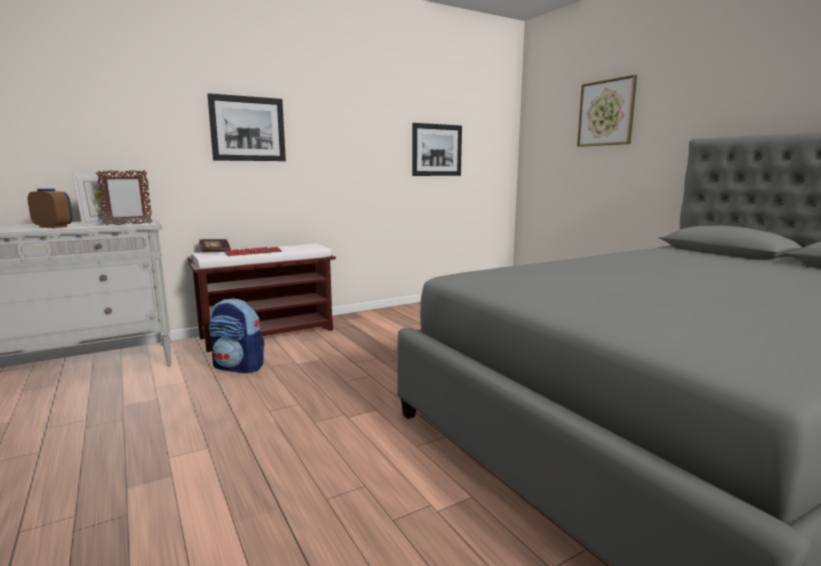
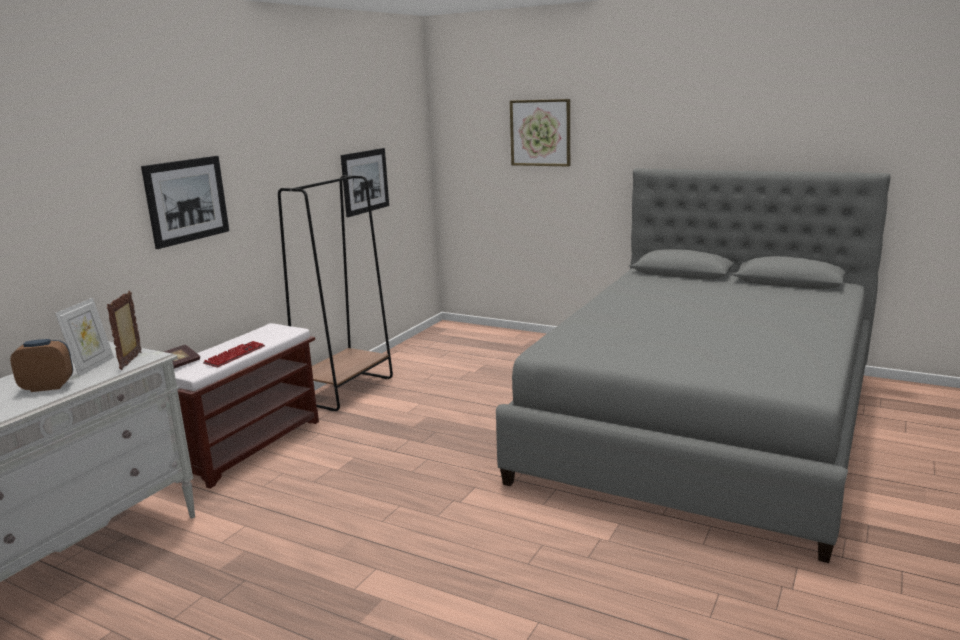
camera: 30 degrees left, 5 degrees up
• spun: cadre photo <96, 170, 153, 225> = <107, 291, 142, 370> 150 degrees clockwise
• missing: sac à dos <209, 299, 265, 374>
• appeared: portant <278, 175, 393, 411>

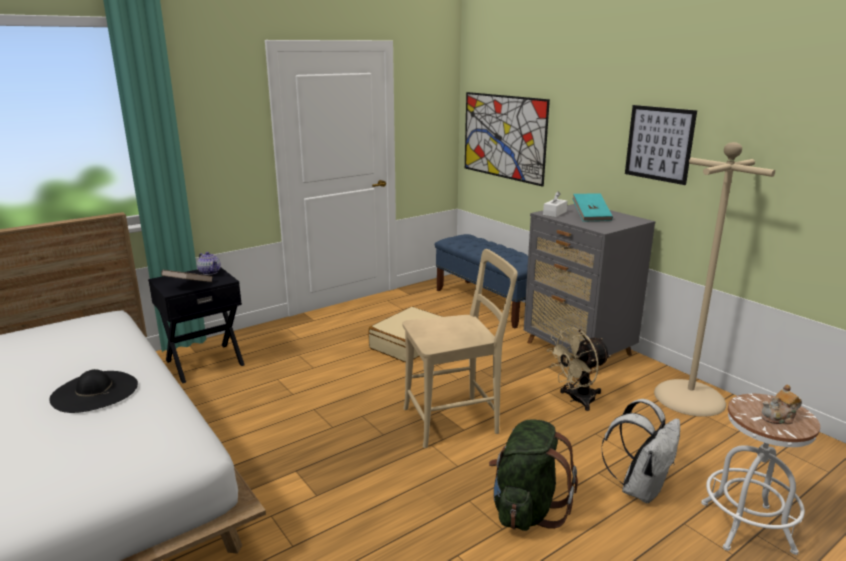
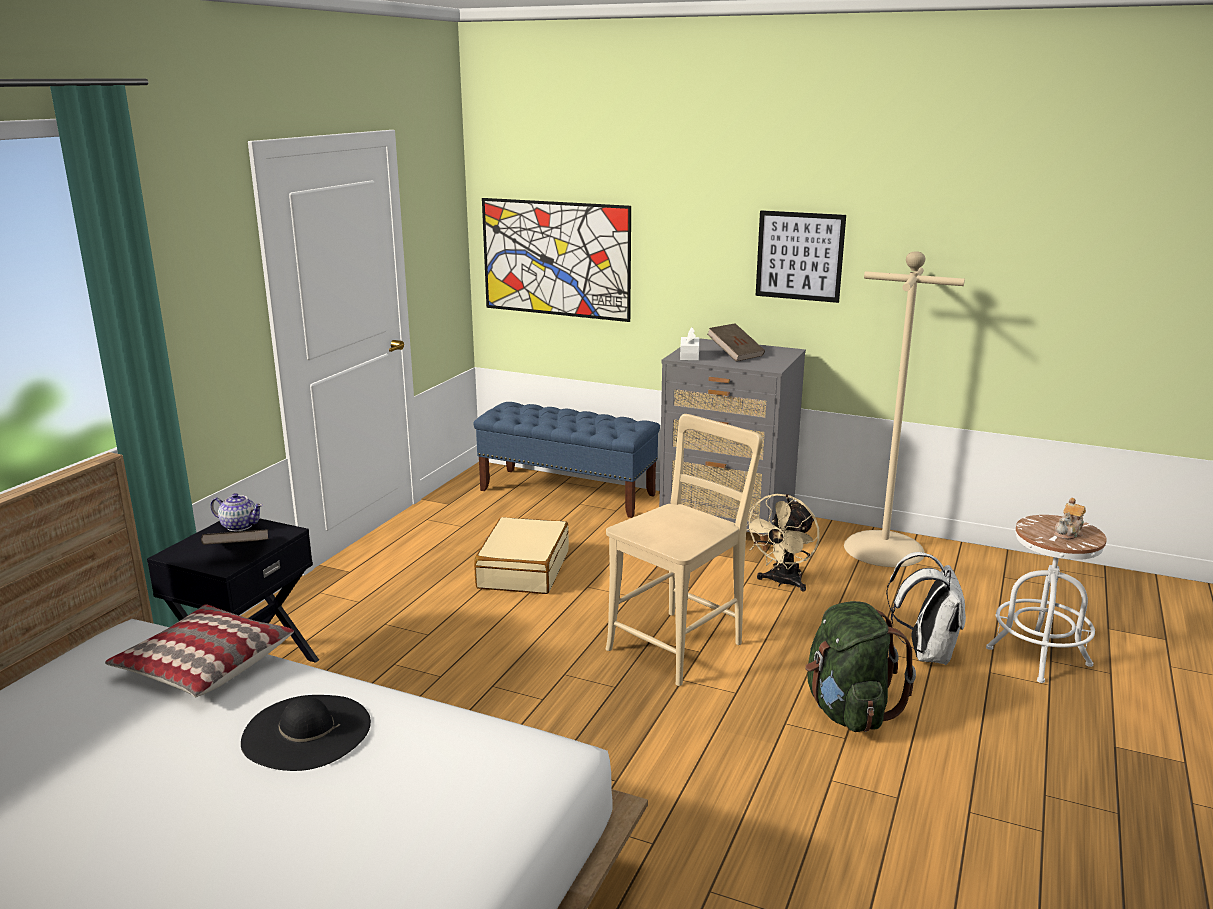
camera: 30 degrees left, 0 degrees up
• colour: livre [turquoise] <572, 193, 613, 222> to livre [marron] <707, 323, 765, 362>
• appeared: coussin <105, 605, 294, 697>

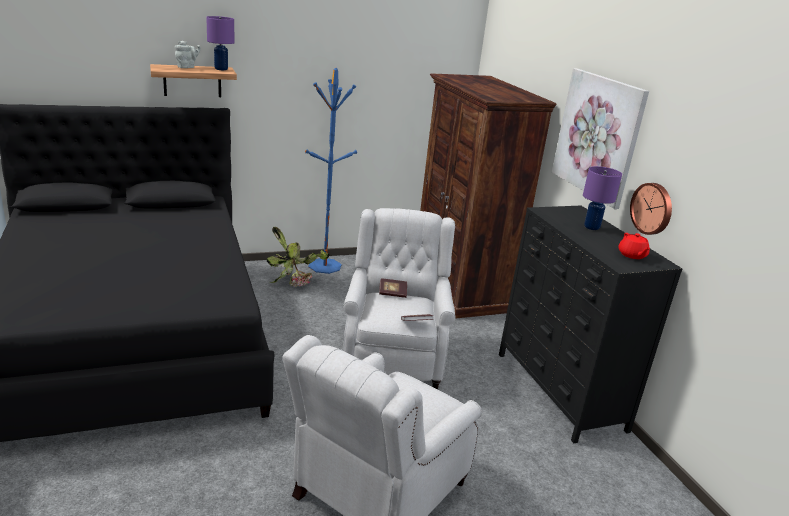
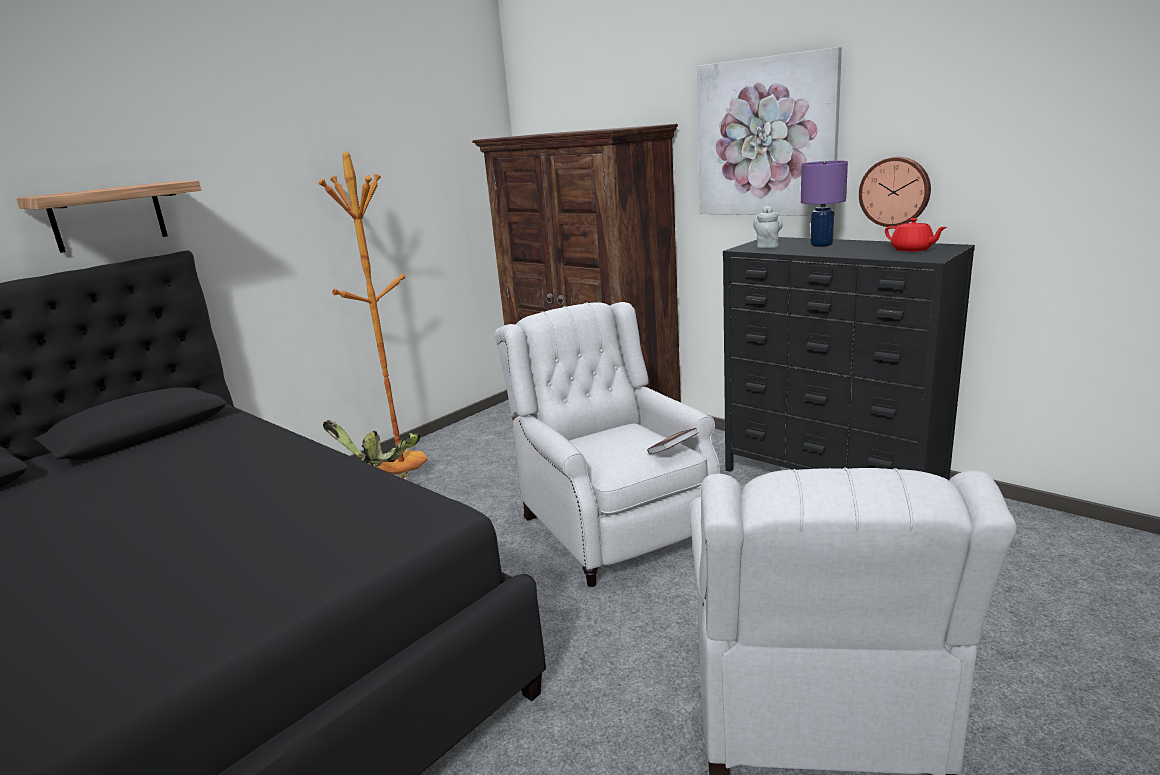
camera: 25 degrees left, 5 degrees down
• missing: lampe de table [violet] <206, 16, 234, 70>
• relocated: théière [gris] <175, 41, 201, 68> to <753, 206, 783, 249>
• colour: portant [bleu] <305, 68, 357, 274> to portant [orange] <319, 152, 428, 474>
• missing: livre <379, 278, 407, 298>

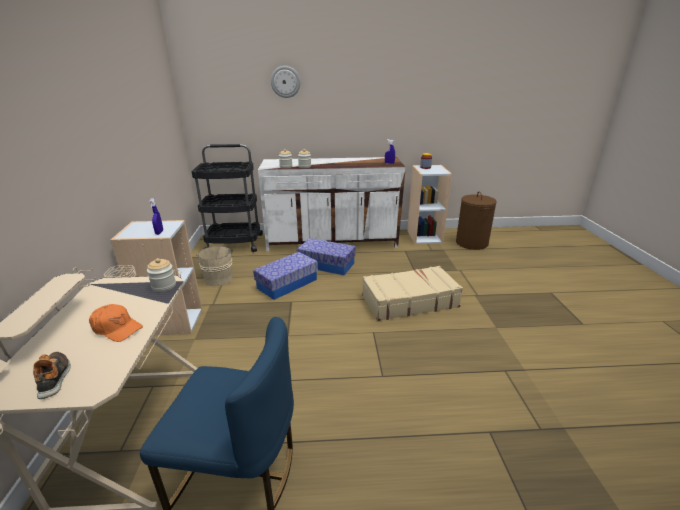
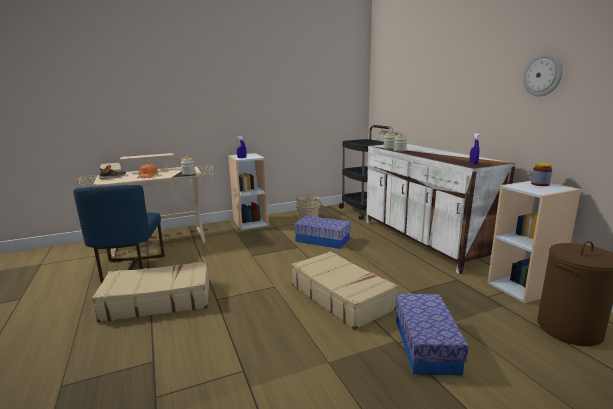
camera: 70 degrees right, 10 degrees down
• relocated: horloge murale <271, 66, 300, 98> to <523, 53, 563, 96>
• relocated: boîte de rangement <297, 238, 356, 275> to <396, 294, 469, 375>
• appeared: valise [beige] <92, 261, 209, 322>

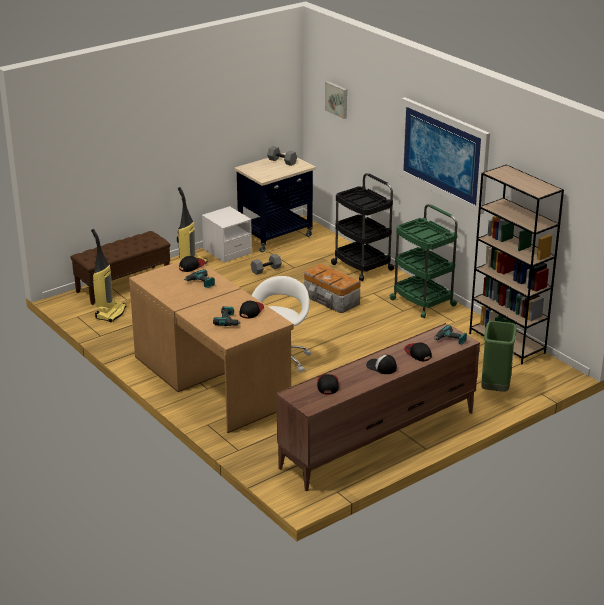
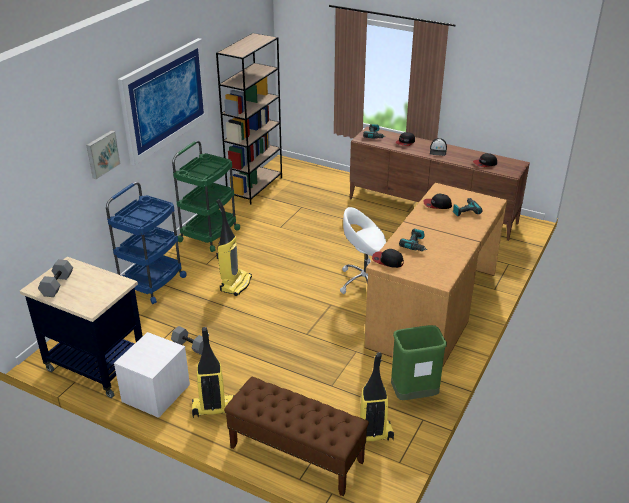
camera: 115 degrees left, 5 degrees up
• relocated: tableau <325, 81, 347, 119> to <86, 130, 120, 179>
• colour: chariot [noir] <331, 173, 395, 281> to chariot [bleu] <106, 182, 187, 304>
• exchanged: boîte de rangement <304, 263, 361, 313> to aspirateur <216, 199, 252, 296>
• relocated: poubelle [vert] <481, 321, 517, 392> to <391, 325, 447, 400>

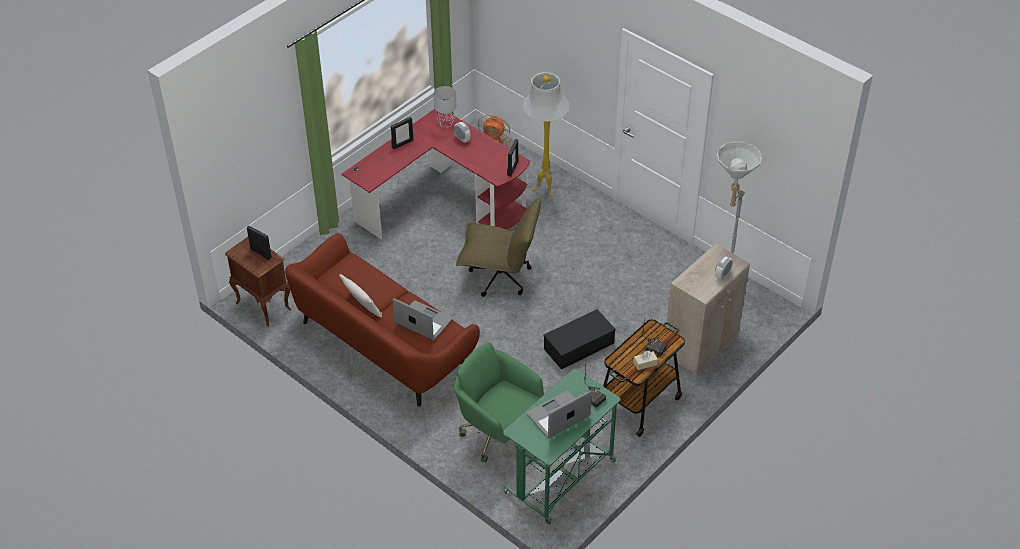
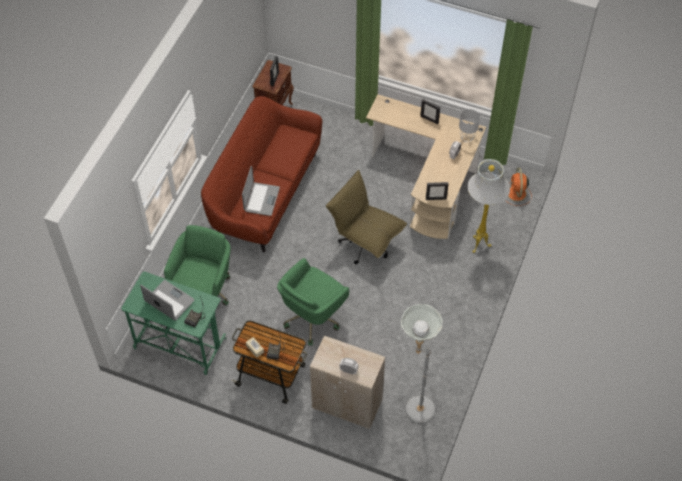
camera: 70 degrees right, 10 degrees up
• colour: bureau [rouge] <341, 109, 530, 239> to bureau [beige] <366, 94, 486, 239>
• spun: chaise de bureau [beige] <456, 197, 541, 297> = <326, 170, 407, 264> 135 degrees clockwise
• missing: coussin [blanc] <339, 274, 382, 318>
• exchanged: boîte de rangement [noir] <543, 309, 616, 370> to chaise de bureau [vert] <277, 258, 349, 345>

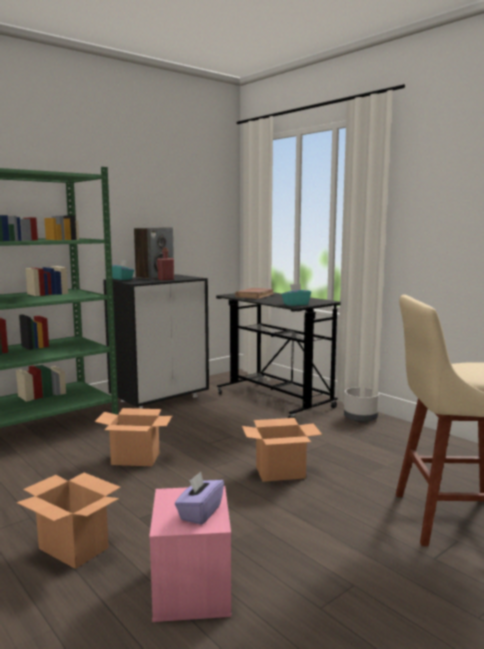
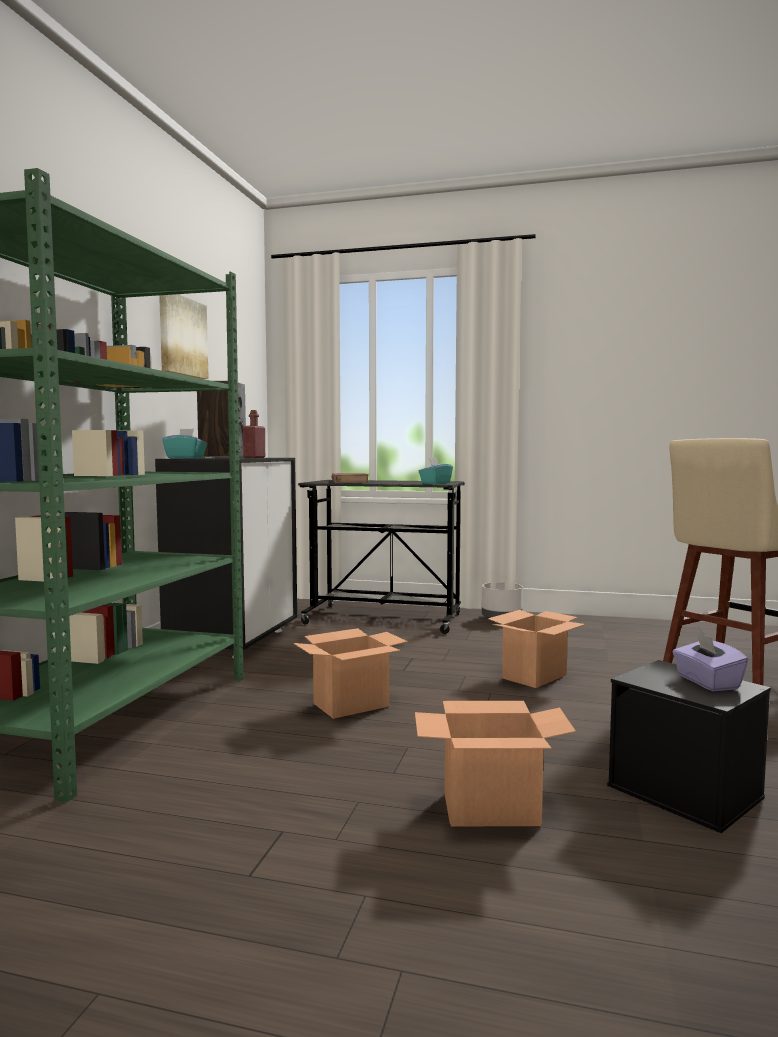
camera: 35 degrees left, 5 degrees down
• colour: boîte de rangement [rose] <149, 486, 232, 622> to boîte de rangement [noir] <607, 660, 771, 833>
• appeared: tableau <159, 294, 209, 379>

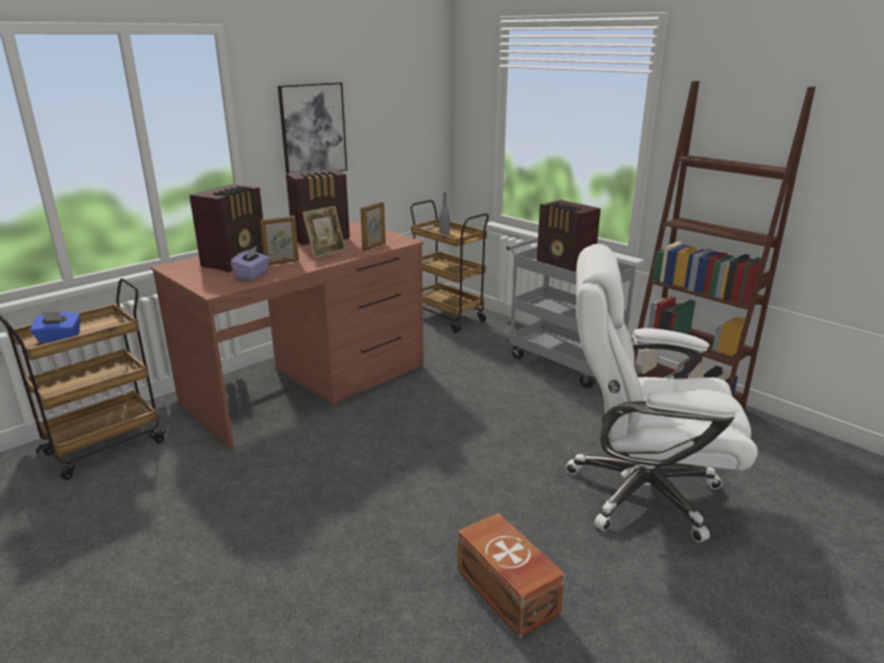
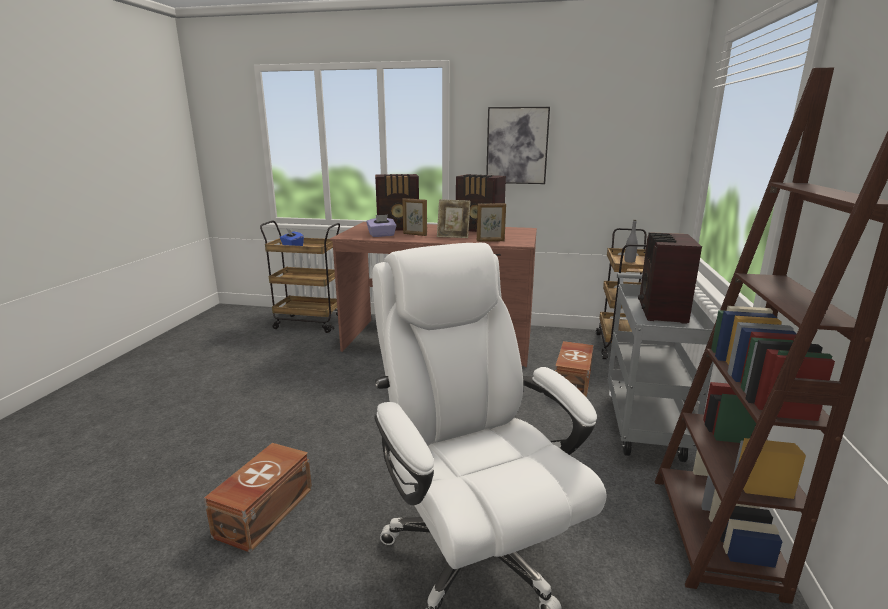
camera: 55 degrees right, 5 degrees down
• appeared: boîte de rangement [marron] <555, 341, 594, 397>

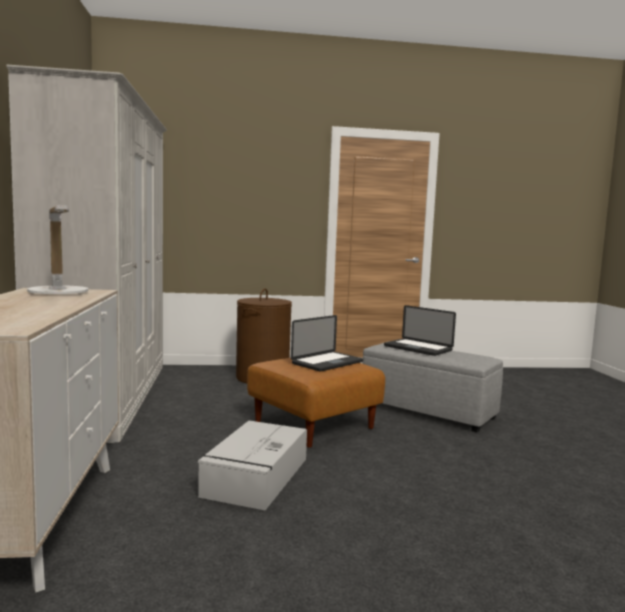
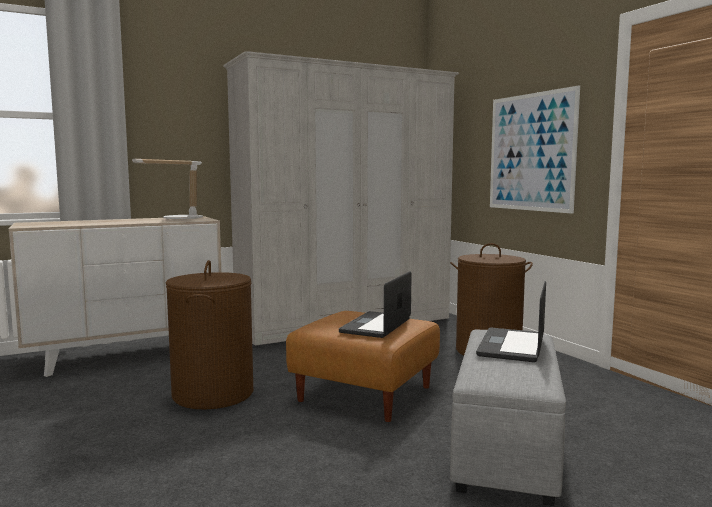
camera: 70 degrees right, 0 degrees up
• spun: ordinateur portable <291, 315, 363, 372> = <339, 271, 412, 338> 90 degrees clockwise
• exchanged: boîte de rangement [gris] <198, 421, 307, 510> to panier à linge [marron] <165, 260, 253, 409>
• appeared: tableau <490, 85, 580, 214>

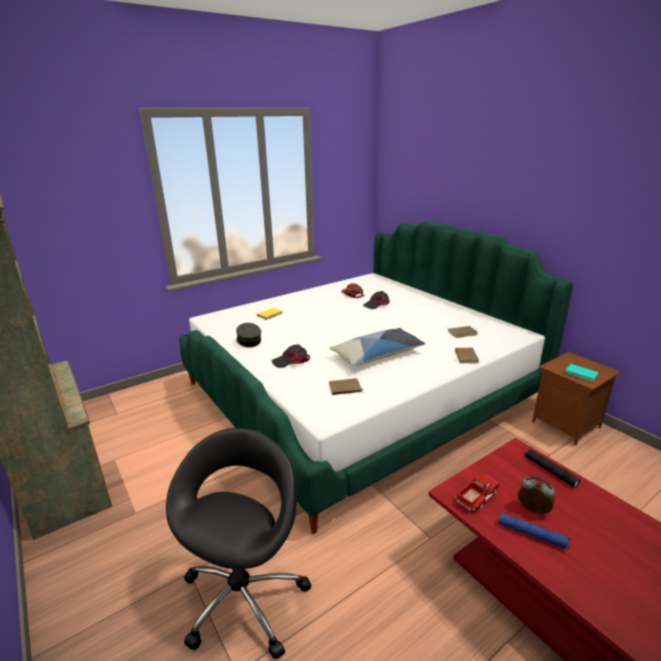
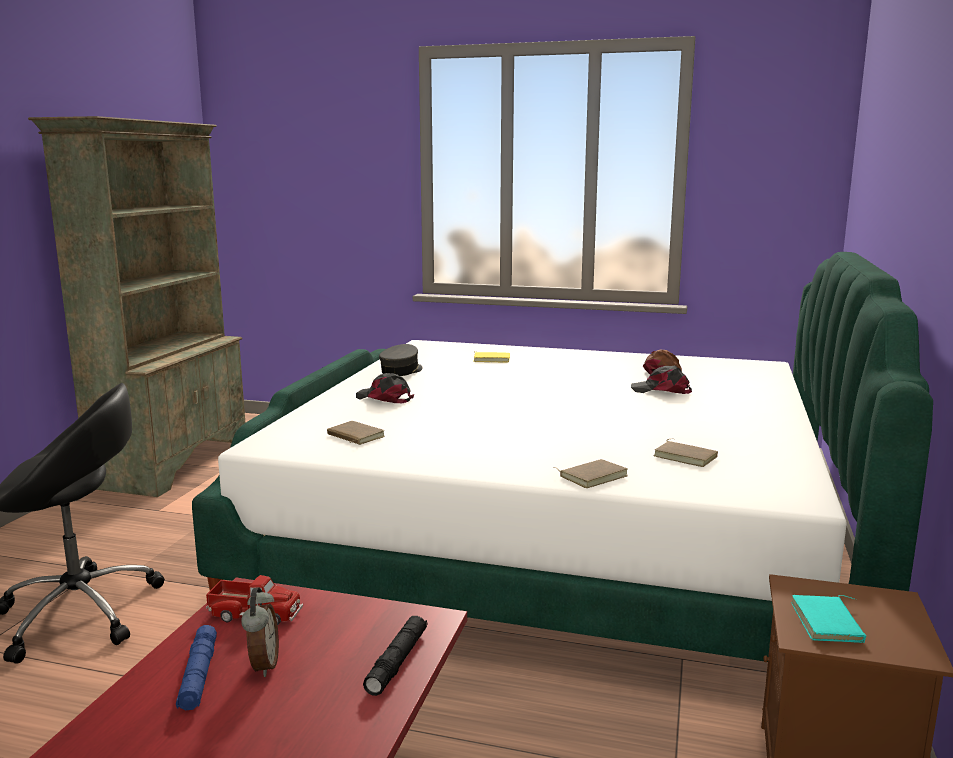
camera: 50 degrees right, 10 degrees down
• missing: coussin <330, 328, 425, 366>

